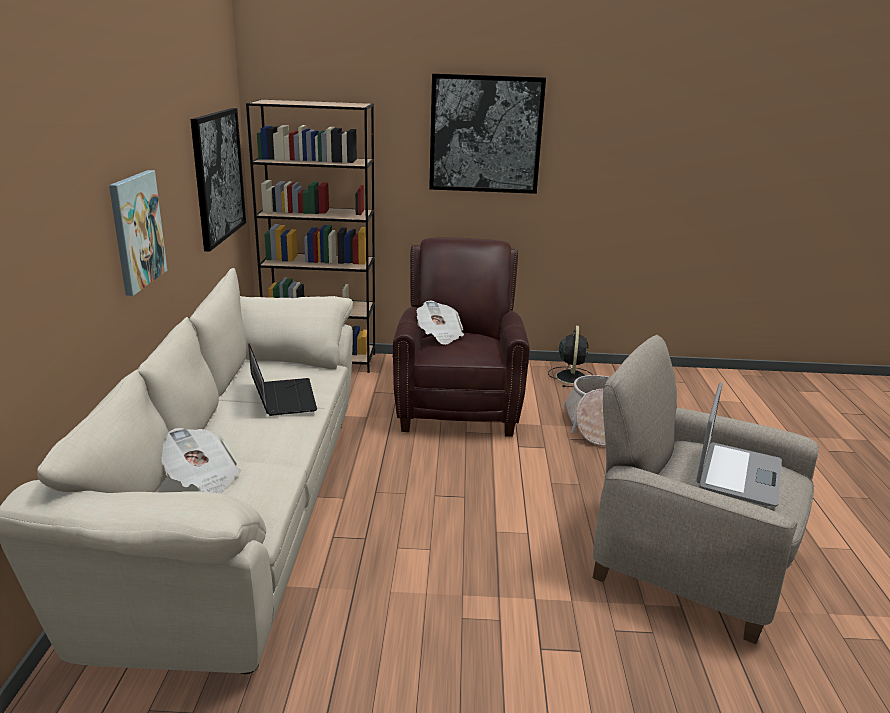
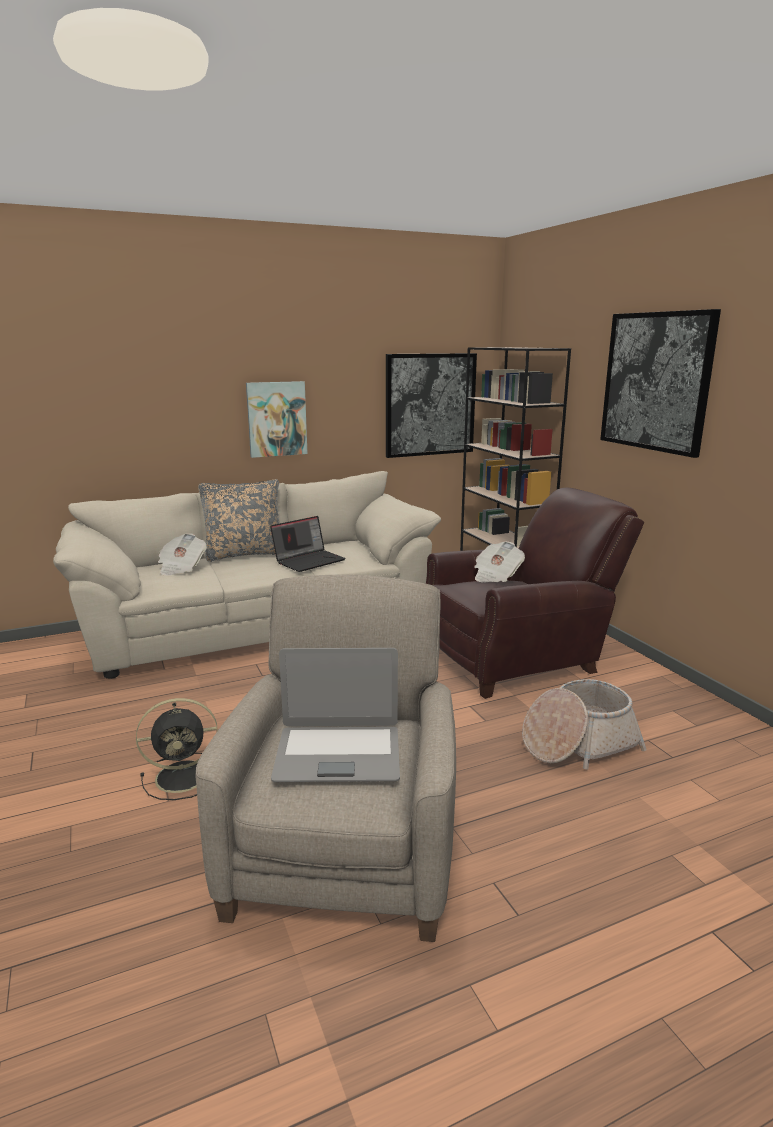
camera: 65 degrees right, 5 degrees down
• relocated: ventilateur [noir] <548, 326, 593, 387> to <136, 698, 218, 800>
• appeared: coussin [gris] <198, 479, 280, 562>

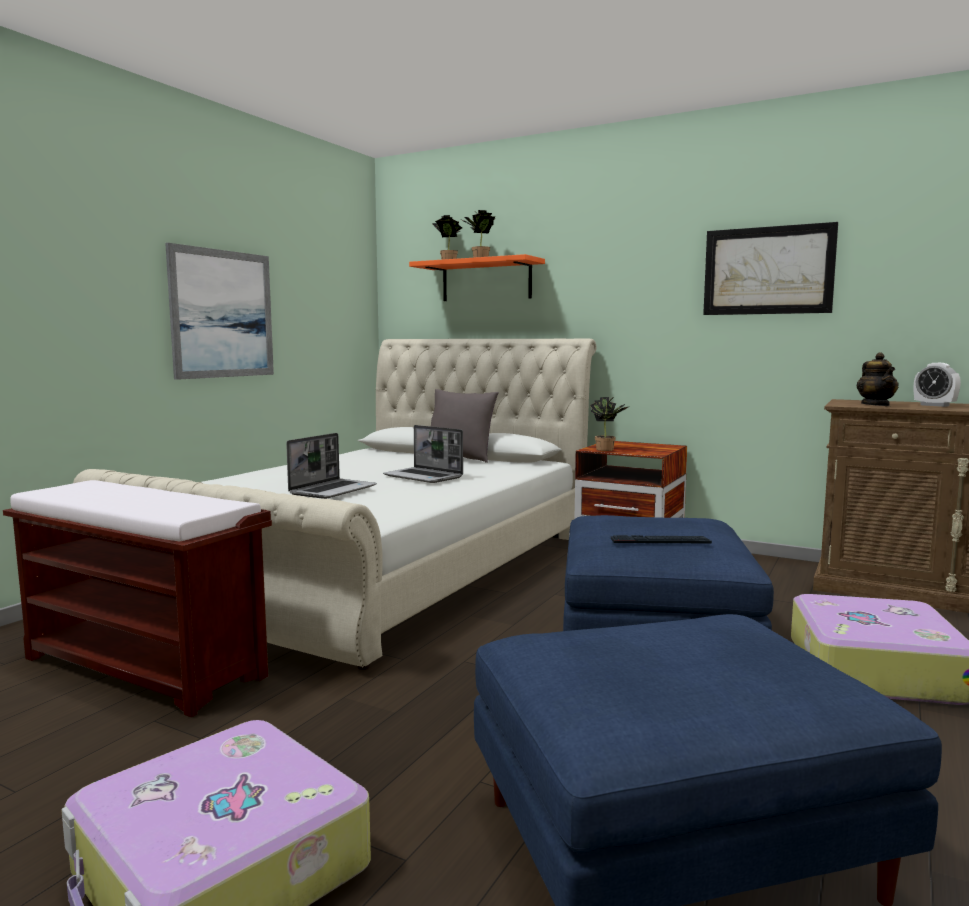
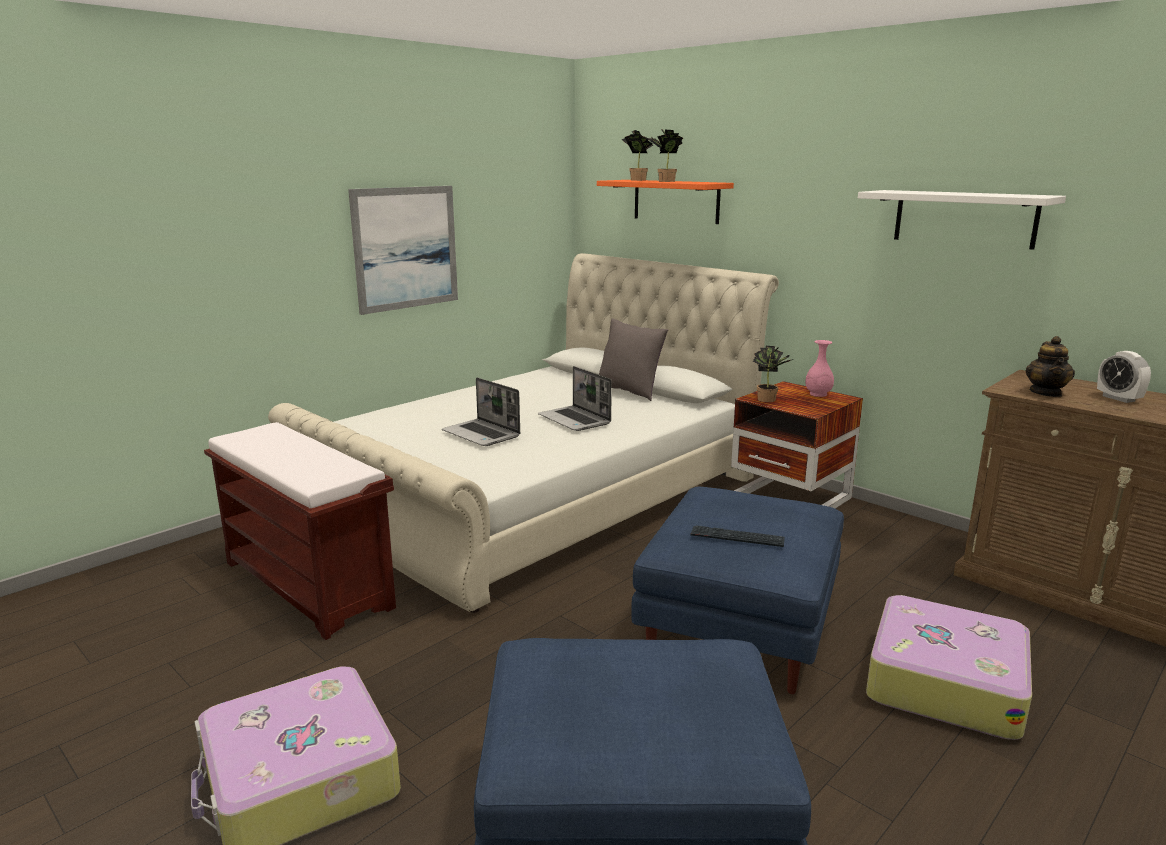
camera: 15 degrees right, 10 degrees up
• exchanged: tableau <703, 222, 838, 315> to étagère [blanc] <858, 190, 1066, 250>
• spun: ordinateur portable <286, 433, 377, 499> = <442, 377, 520, 446> 90 degrees clockwise
• appeared: vase [rose] <805, 340, 834, 397>

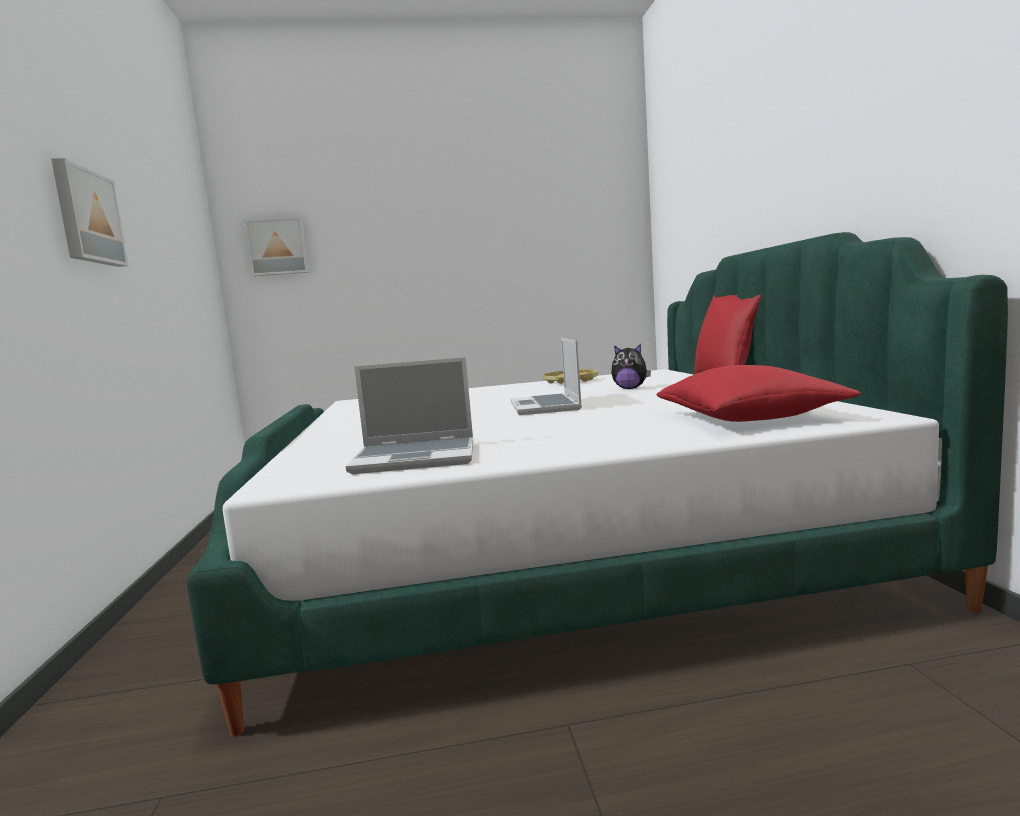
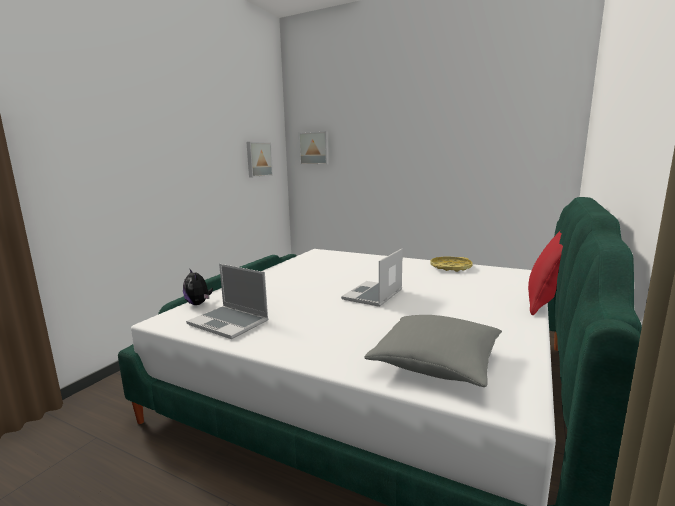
camera: 35 degrees right, 5 degrees up
• relocated: tableau <51, 158, 129, 267> to <246, 142, 273, 177>
• relocated: peluche <611, 344, 651, 389> to <183, 268, 213, 305>
• colour: coussin [rouge] <657, 365, 861, 422> to coussin [gris] <364, 315, 502, 387>

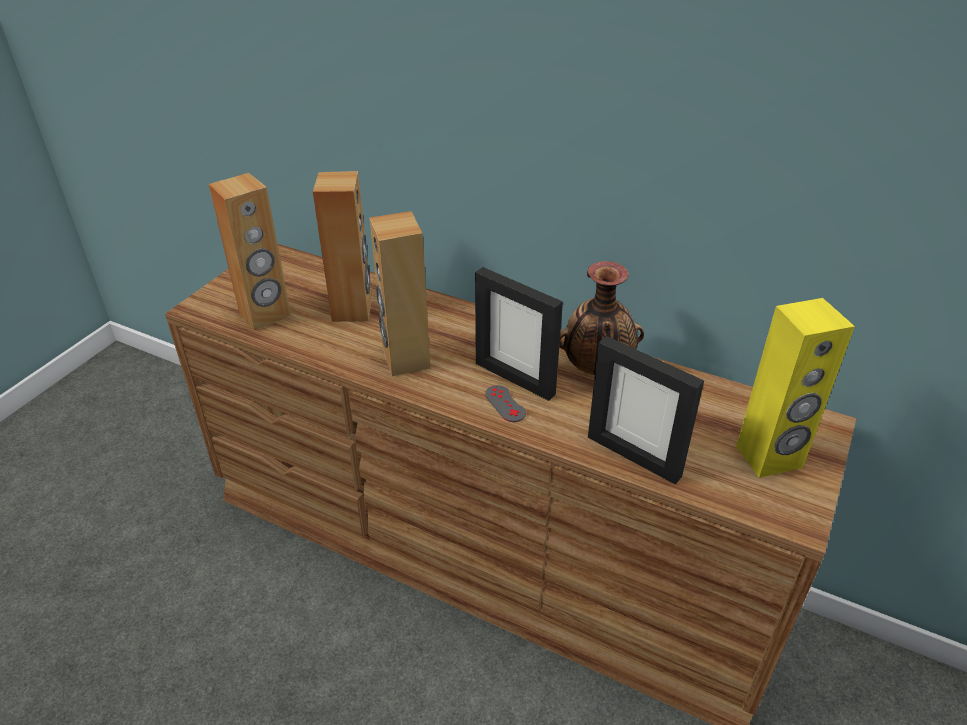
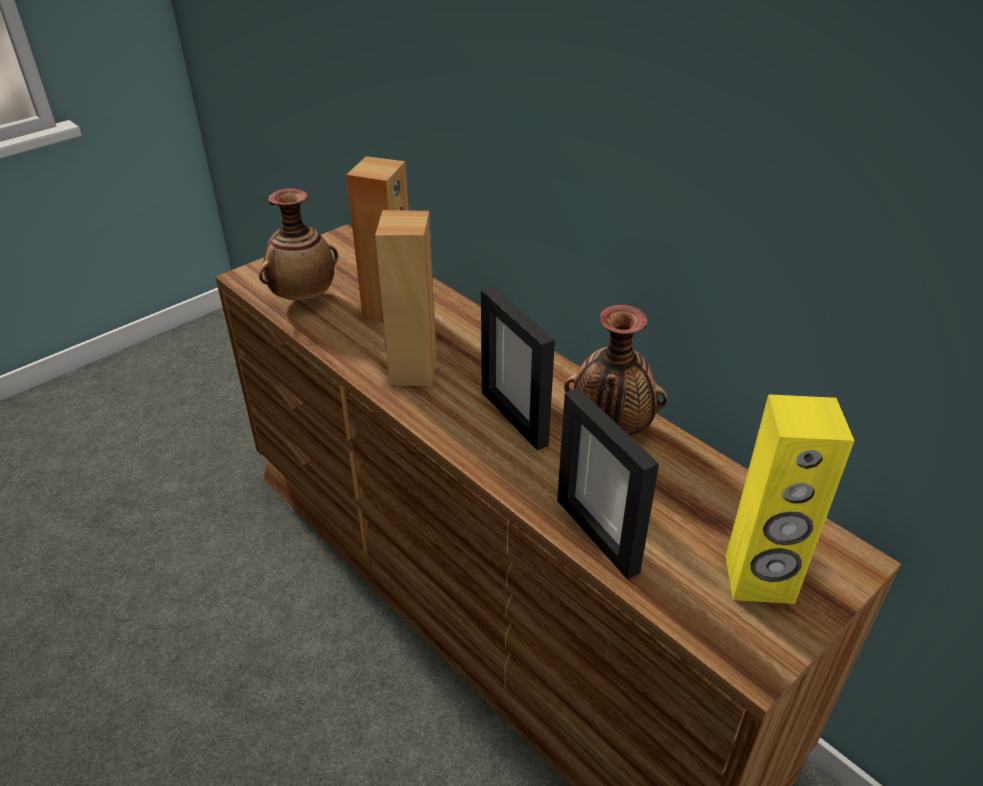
camera: 20 degrees right, 0 degrees up
• exchanged: enceinte [marron] <209, 173, 291, 330> to vase <259, 188, 338, 300>
• missing: manette [gris] <485, 385, 526, 422>

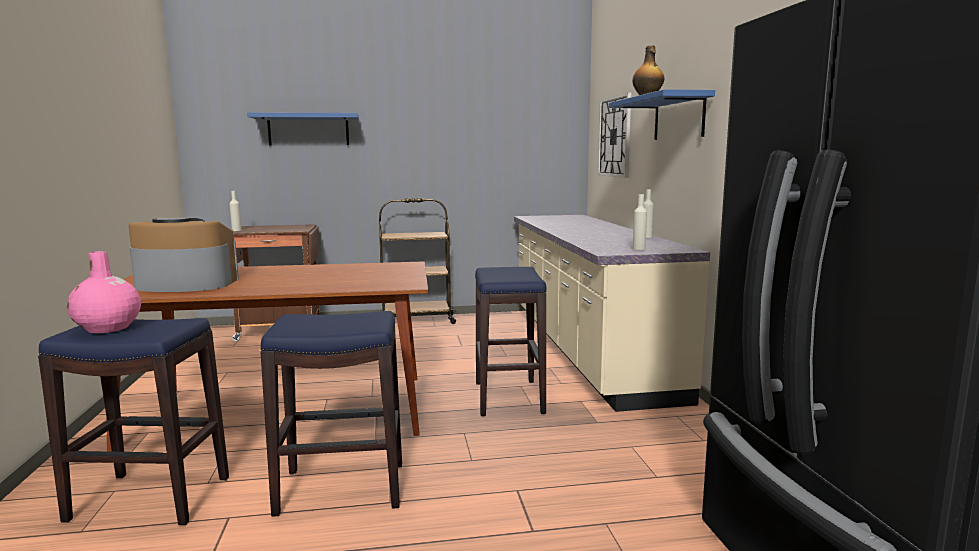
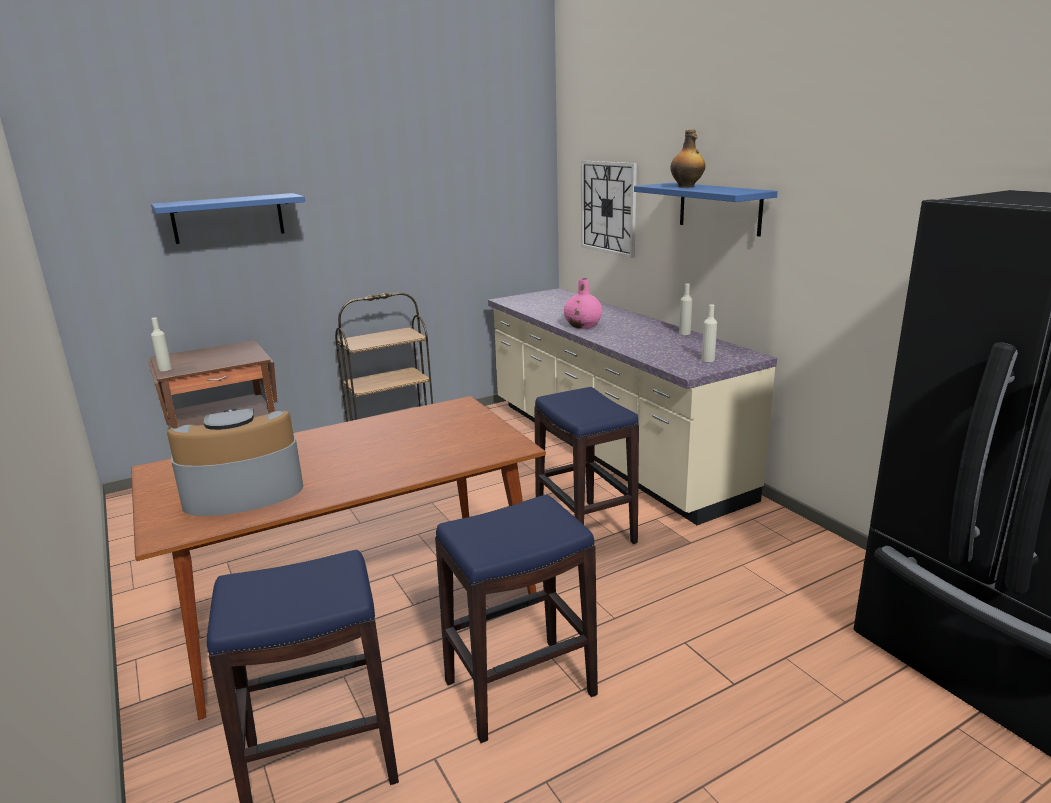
camera: 20 degrees left, 10 degrees up
• relocated: vase [rose] <67, 251, 141, 333> to <564, 278, 602, 329>

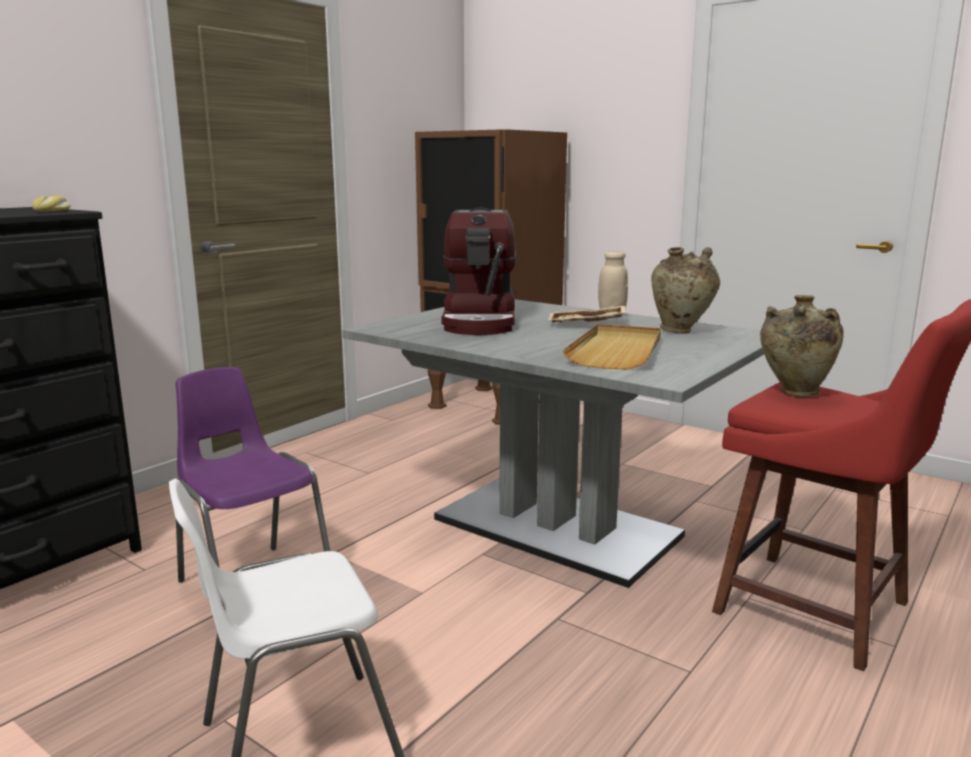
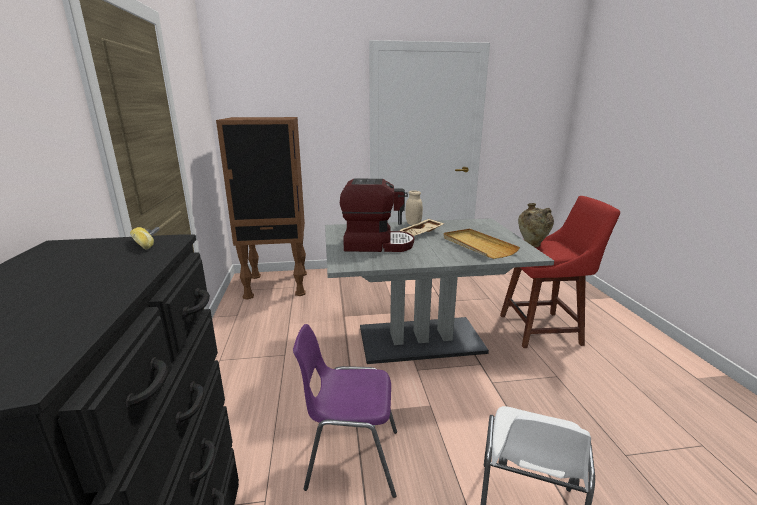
camera: 45 degrees left, 5 degrees up
• spun: machine à café <441, 208, 516, 335> = <340, 179, 414, 252> 45 degrees counterclockwise
• missing: vase [beige] <651, 247, 720, 334>

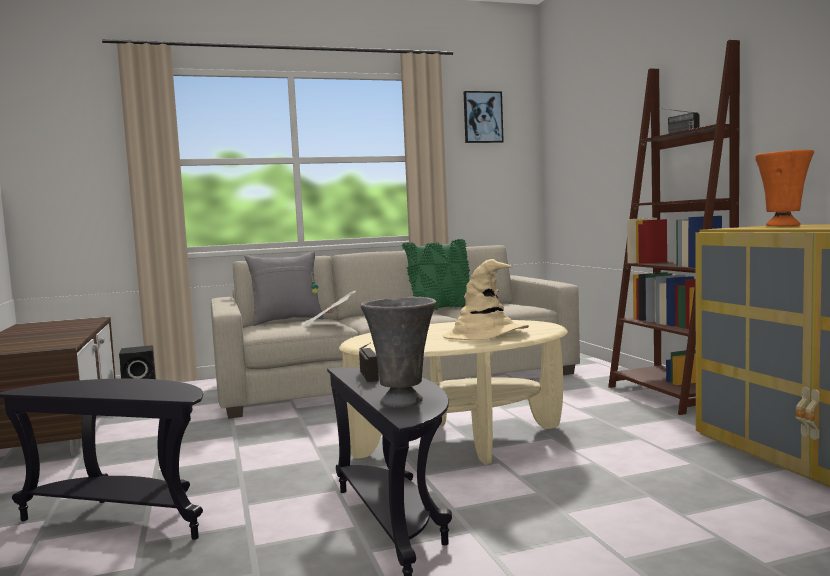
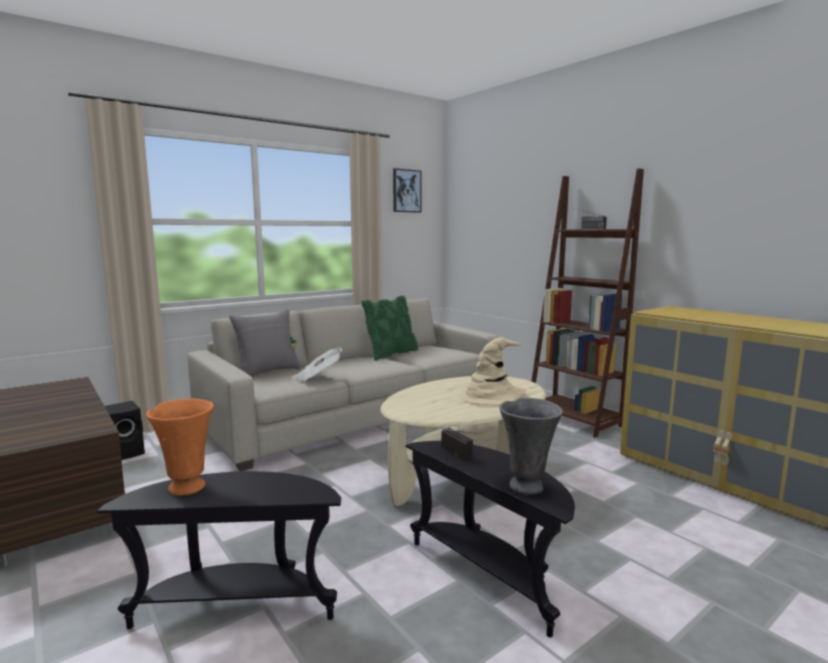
camera: 20 degrees left, 5 degrees up
• relocated: vase [orange] <755, 150, 814, 226> to <146, 399, 214, 496>

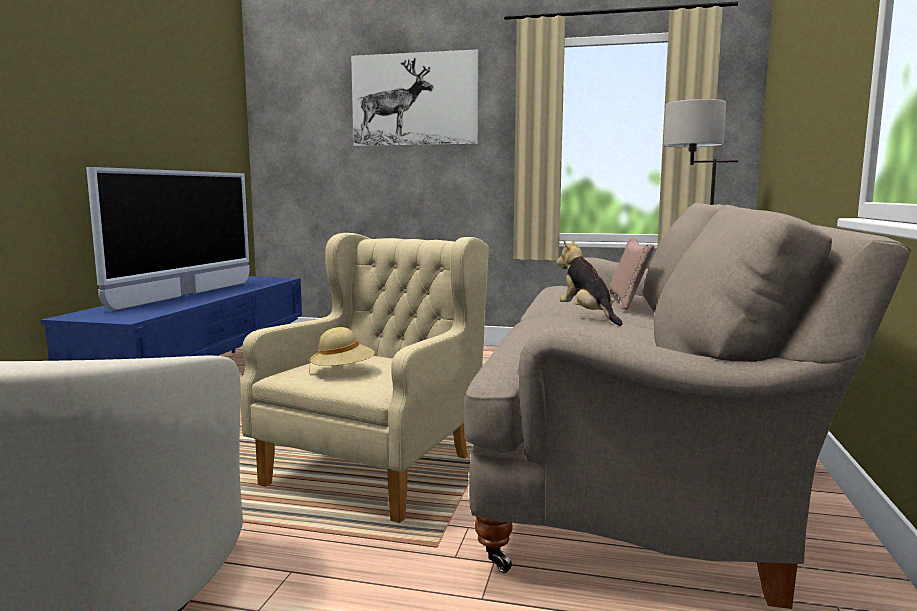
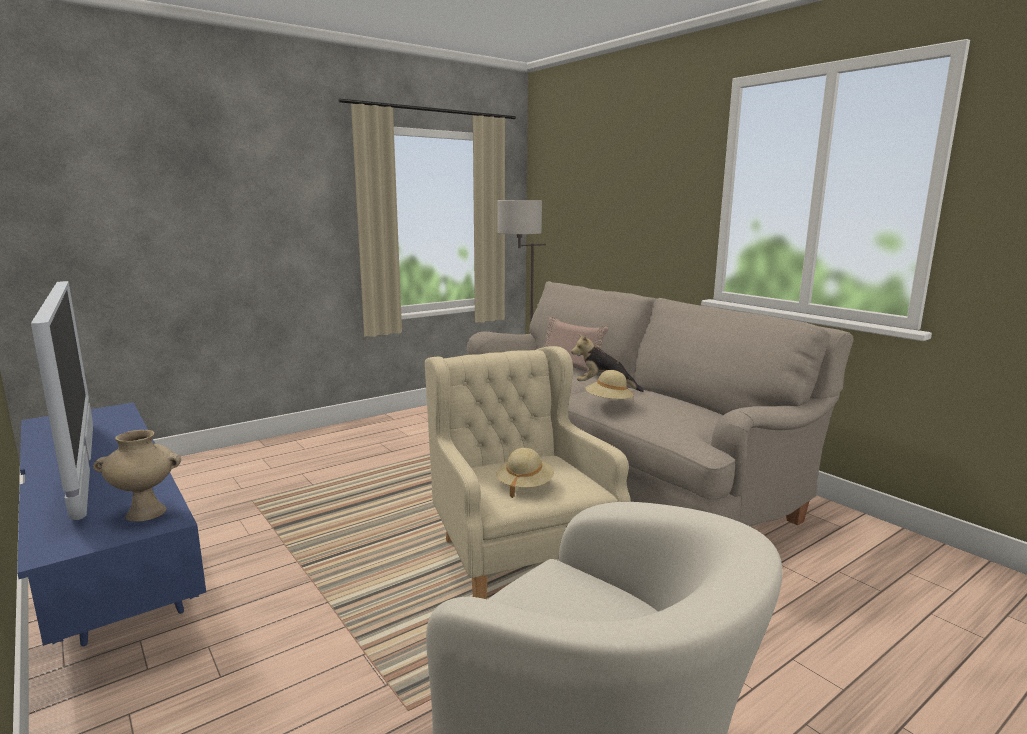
camera: 50 degrees left, 5 degrees up
• missing: tableau <351, 50, 478, 146>
• appeared: chapeau [beige] <585, 370, 634, 399>
• appeared: vase [beige] <93, 430, 181, 522>

